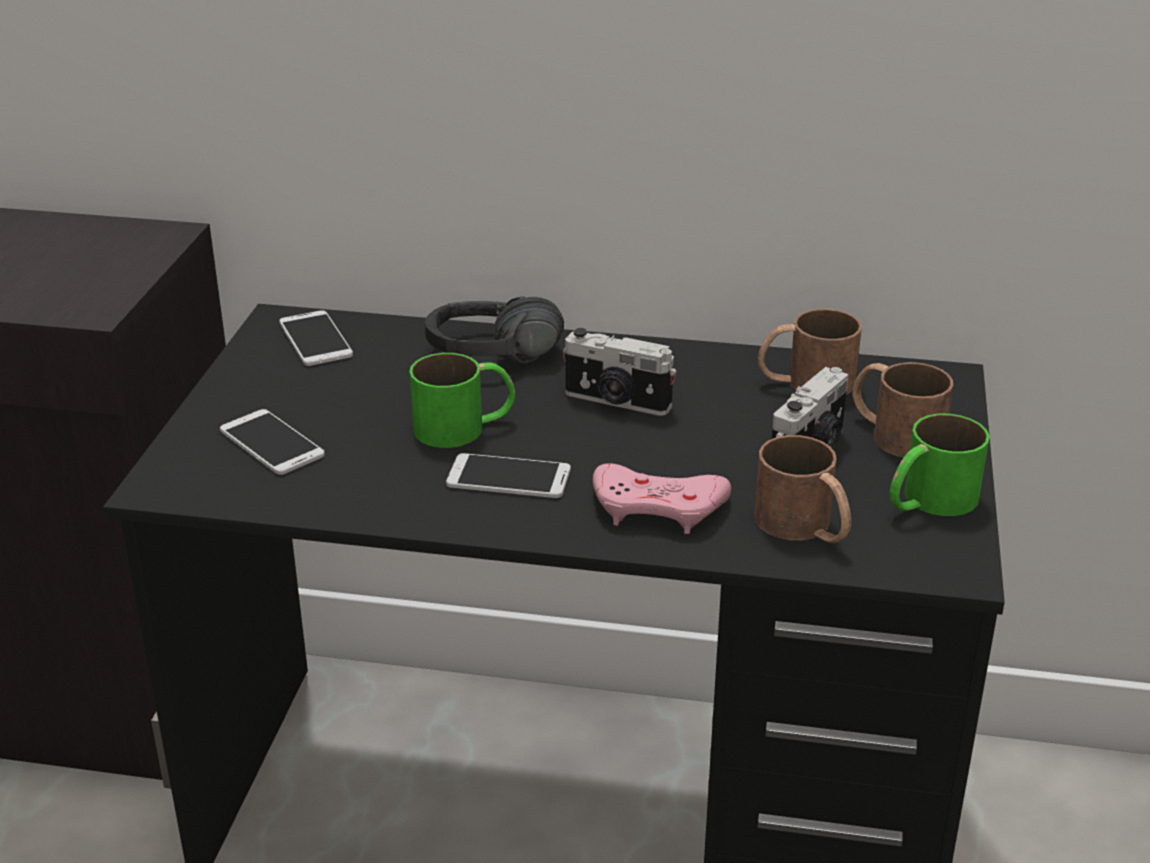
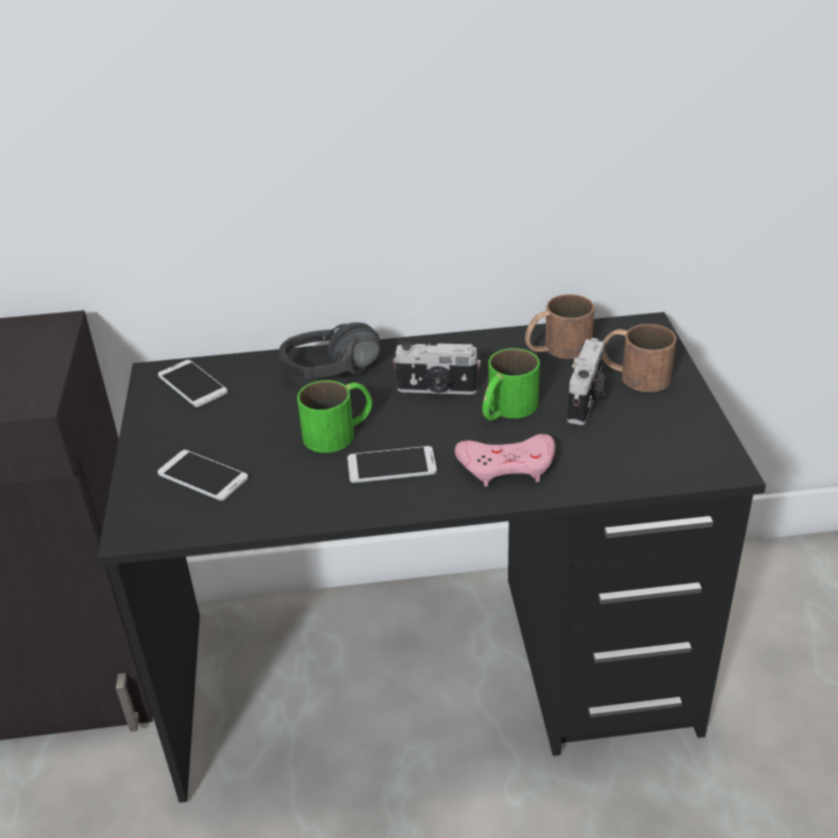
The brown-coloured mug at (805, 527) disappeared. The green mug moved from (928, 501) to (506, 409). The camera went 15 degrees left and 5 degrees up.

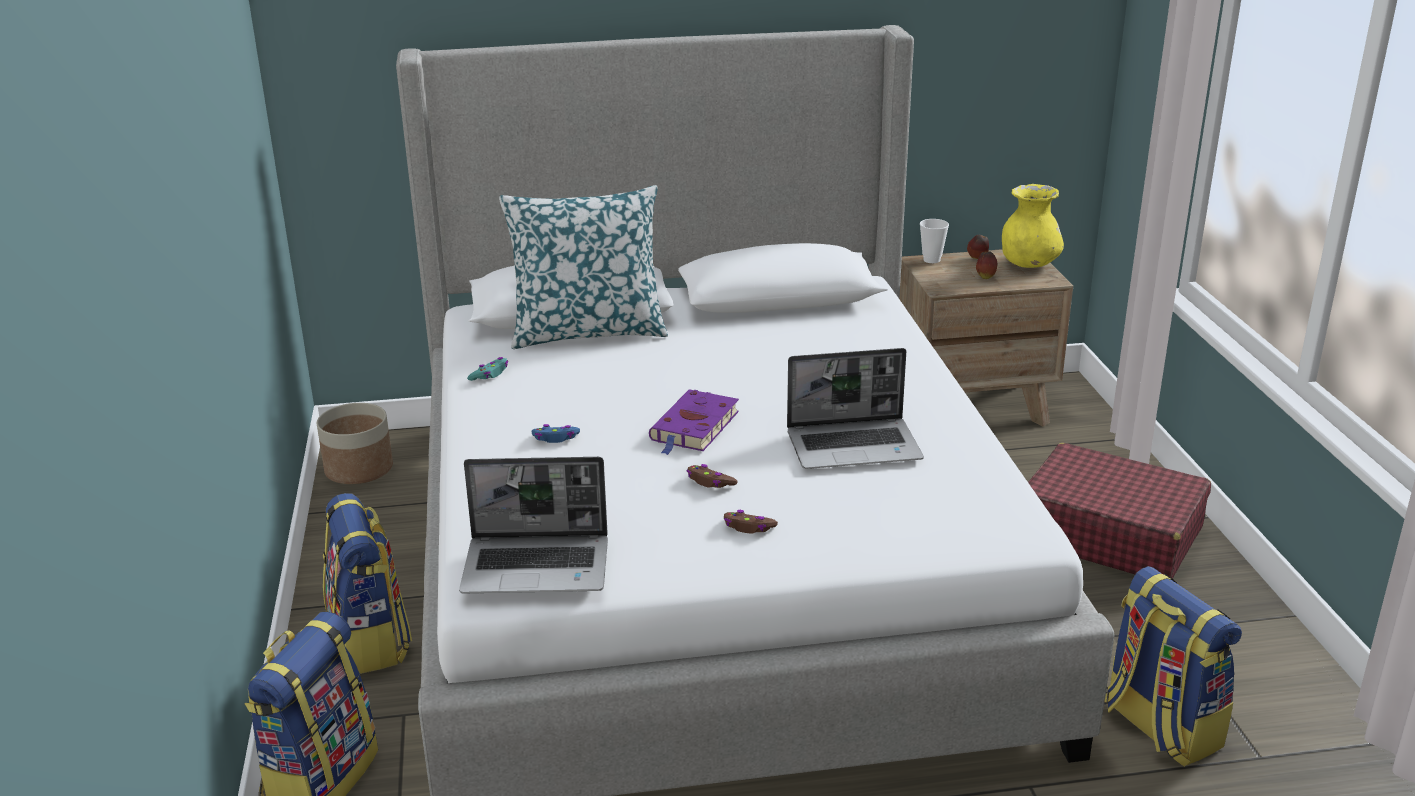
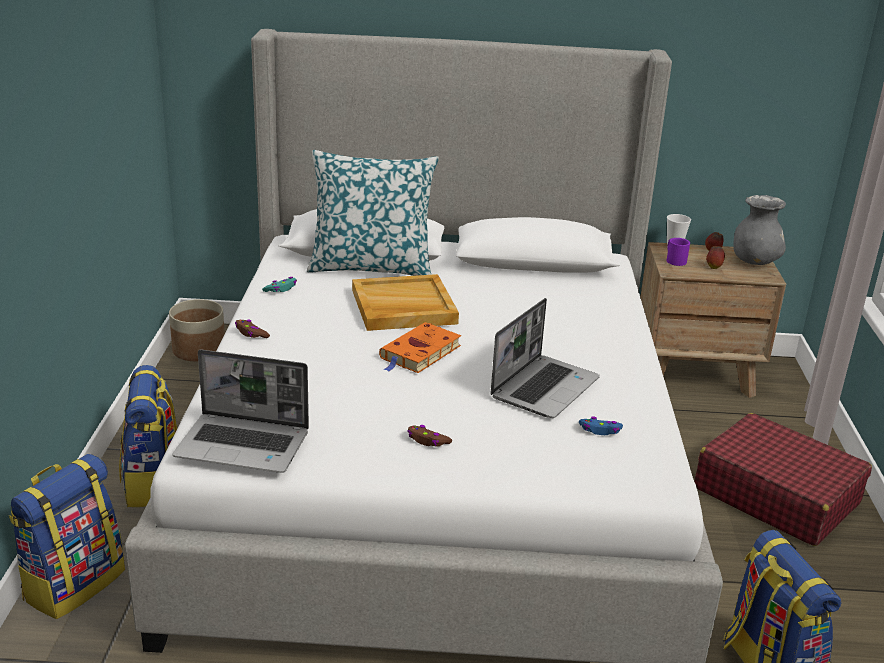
The beige tray at (403, 307) appeared. The purple mug at (674, 259) appeared. The blue-coloured gamepad moved from (556, 438) to (600, 430). The brown-coloured gamepad moved from (710, 482) to (251, 333). The purple bound book at (694, 428) became the orange-coloured bound book at (419, 353). The yellow-coloured vase at (1028, 264) became the gray vase at (754, 262). The portable computer at (855, 446) turned 60 degrees counterclockwise. The camera went 10 degrees right and 0 degrees up.

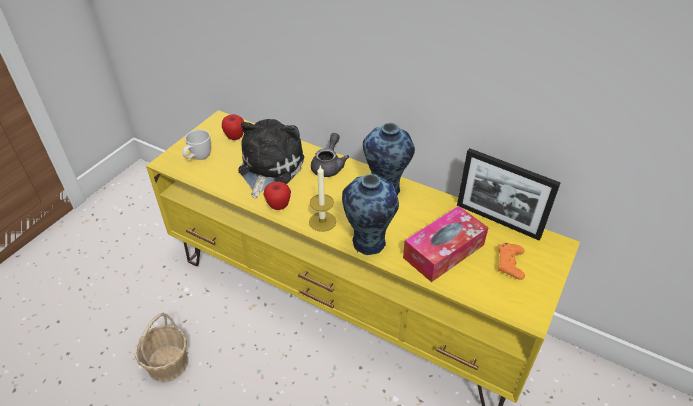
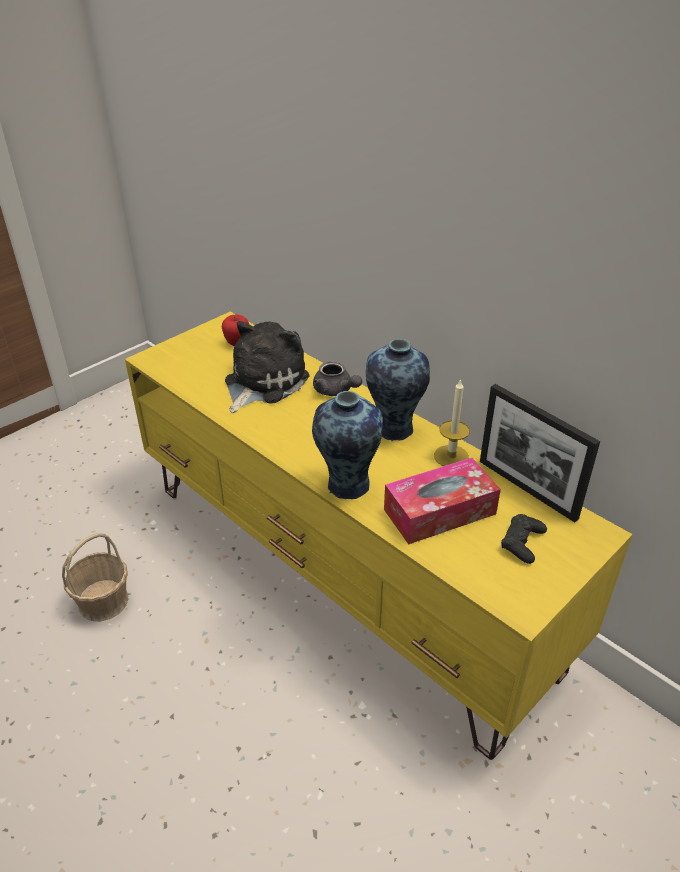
The white mug at (198, 158) disappeared. The apple at (278, 206) disappeared. The candle moved from (322, 221) to (451, 456). The orange-coloured gamepad at (510, 264) became the blackish gamepad at (522, 543). The gray tea pot at (329, 166) turned 105 degrees clockwise. The camera went 15 degrees right and 5 degrees down.

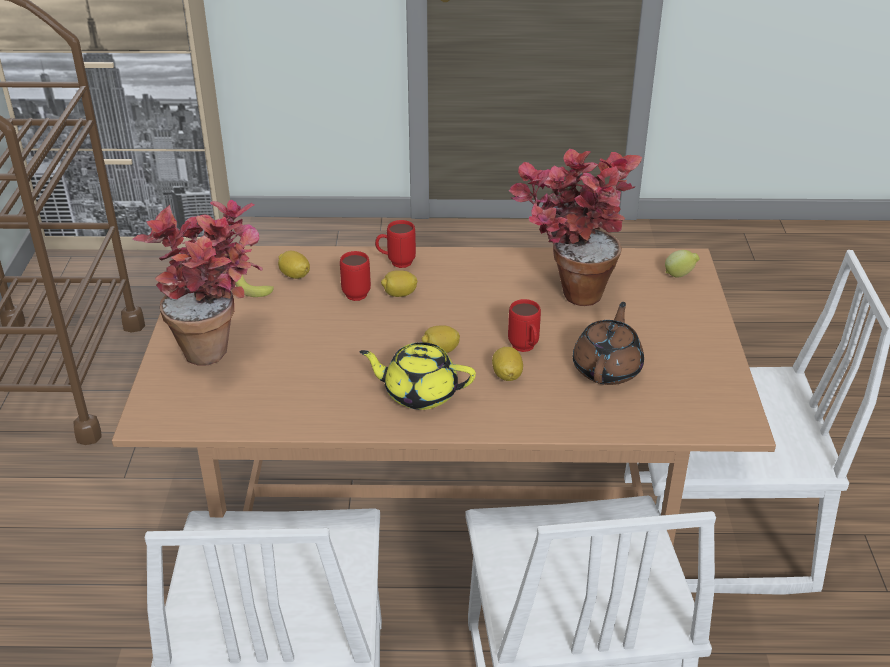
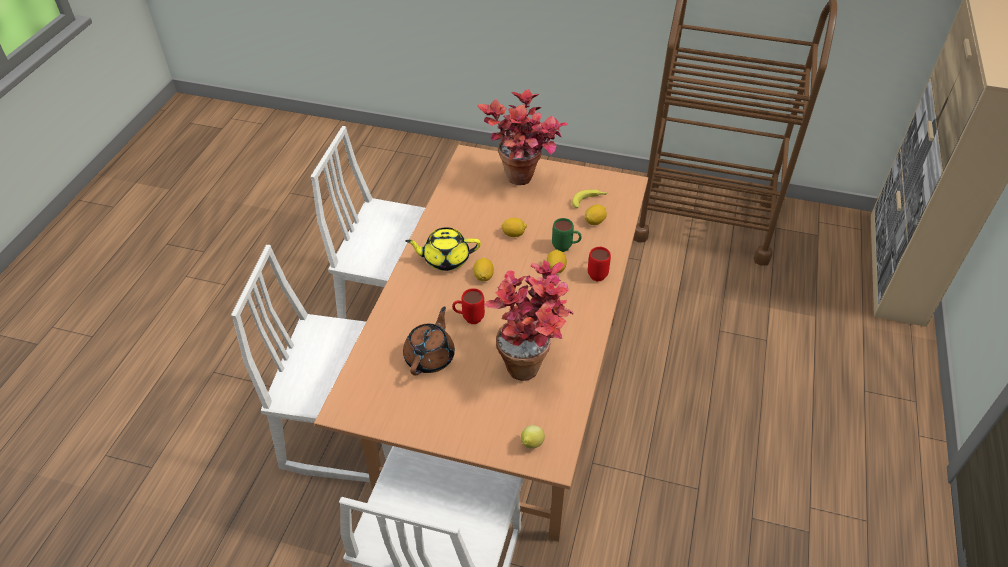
The whole lemon moved from (507, 375) to (514, 234). The red mug at (357, 292) became the green mug at (566, 248). The yellow-coloured tea pot at (419, 393) turned 120 degrees counterclockwise. The brown-coloured tea pot at (607, 368) turned 105 degrees counterclockwise. The camera went 105 degrees right and 10 degrees up.

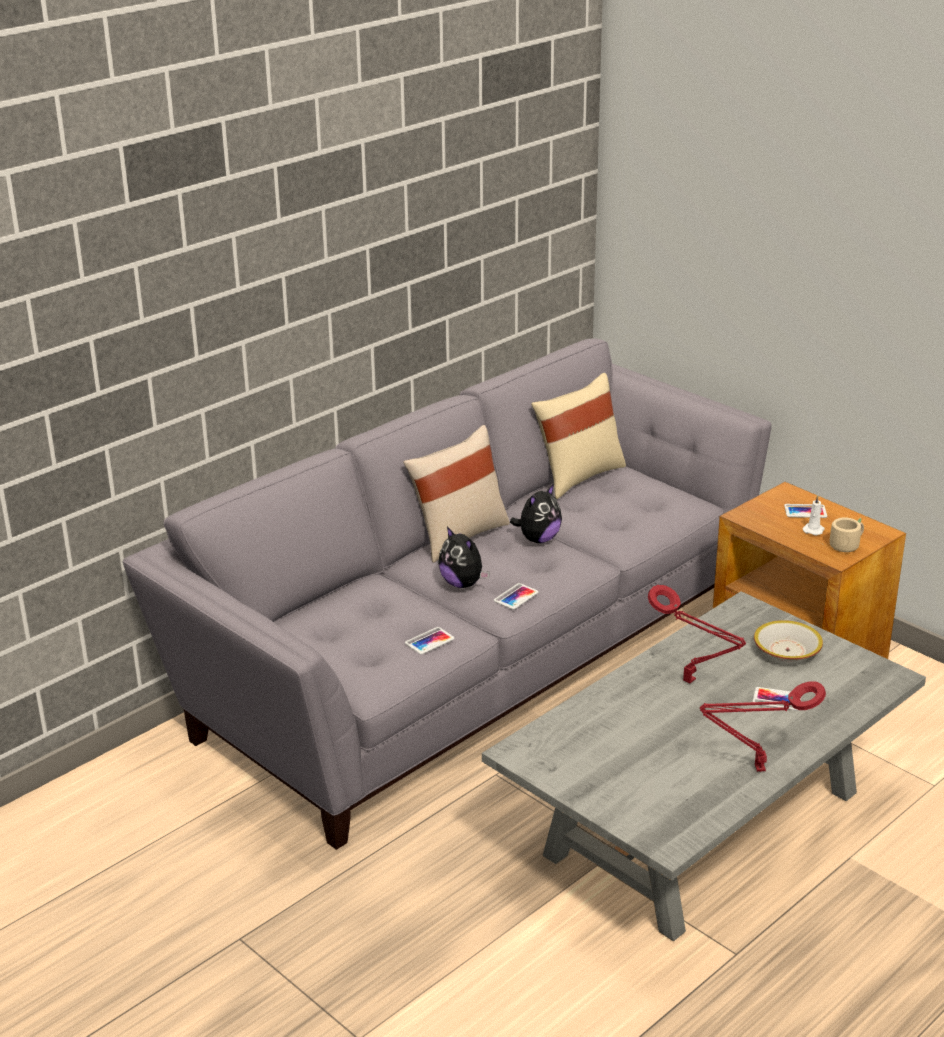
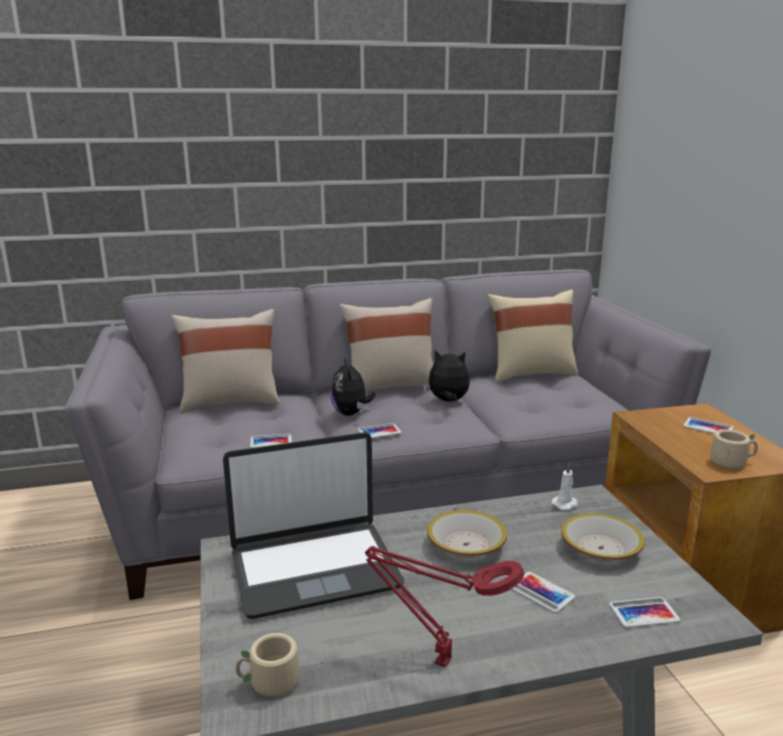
The beige pillow at (230, 401) appeared. The portable computer at (314, 568) appeared. The beige mug at (269, 684) appeared. The phone at (644, 613) appeared. The white candle moved from (814, 530) to (565, 504). The red table lamp at (692, 682) was replaced by the serving bowl at (466, 545). The soft toy at (538, 539) turned 150 degrees counterclockwise. The camera went 30 degrees right and 10 degrees down.

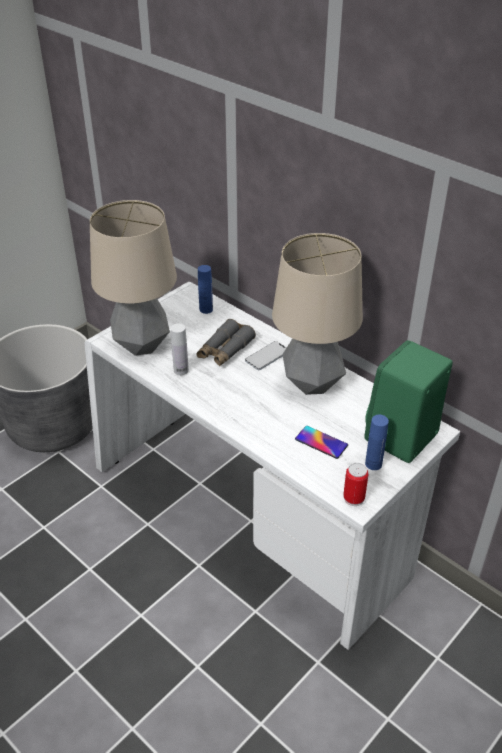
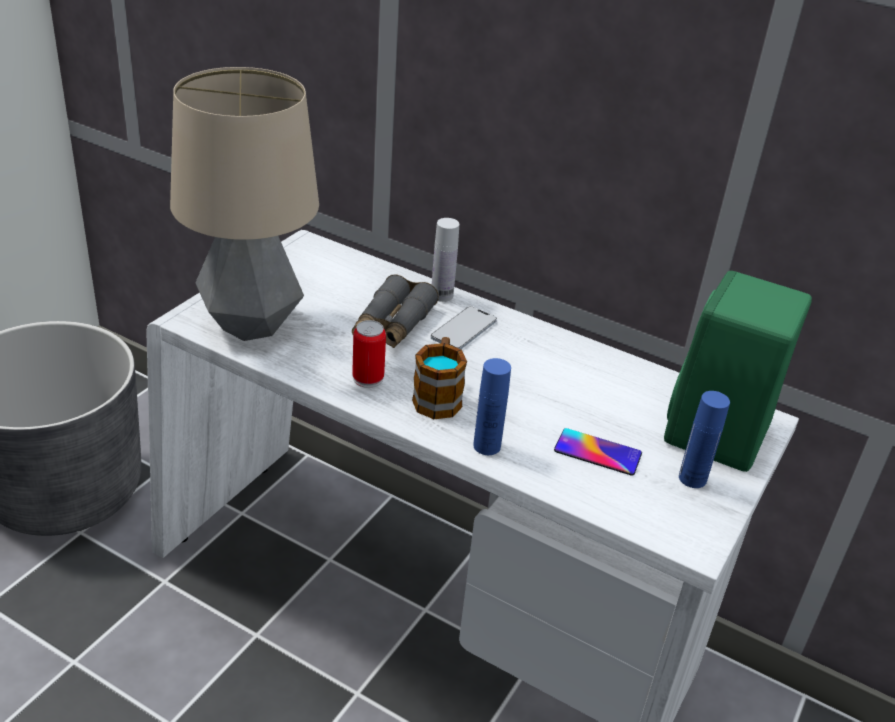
The table lamp at (312, 384) disappeared. The mug at (438, 396) appeared. The white beverage bottle moved from (181, 370) to (442, 295). The blue-coloured beverage bottle moved from (206, 309) to (487, 446). The metal can moved from (353, 498) to (368, 378). The camera went 15 degrees left and 5 degrees down.

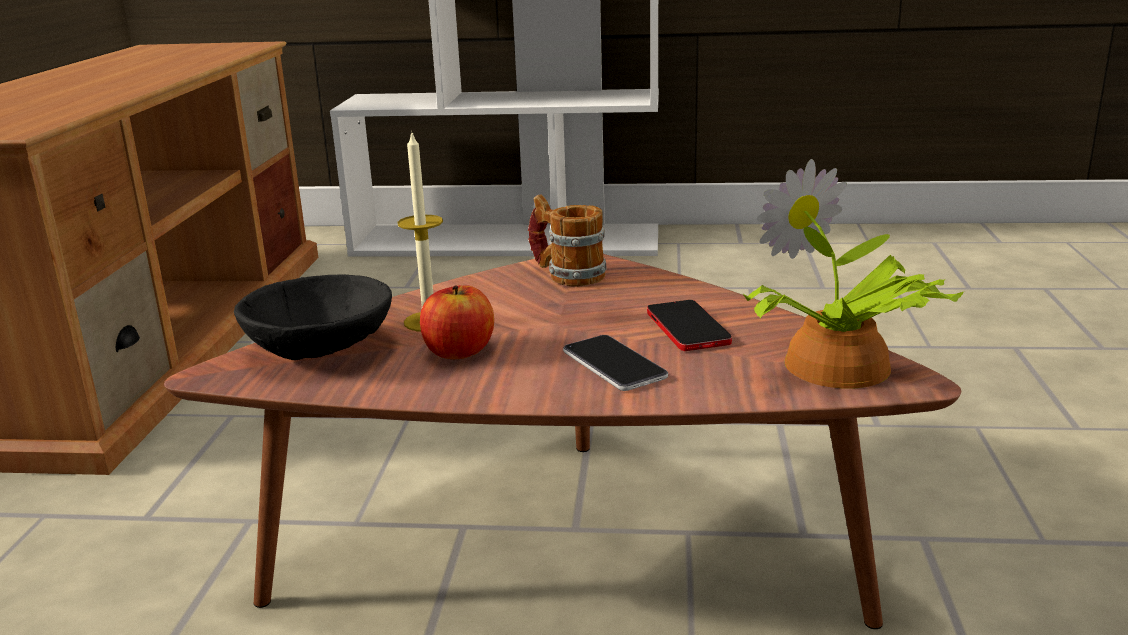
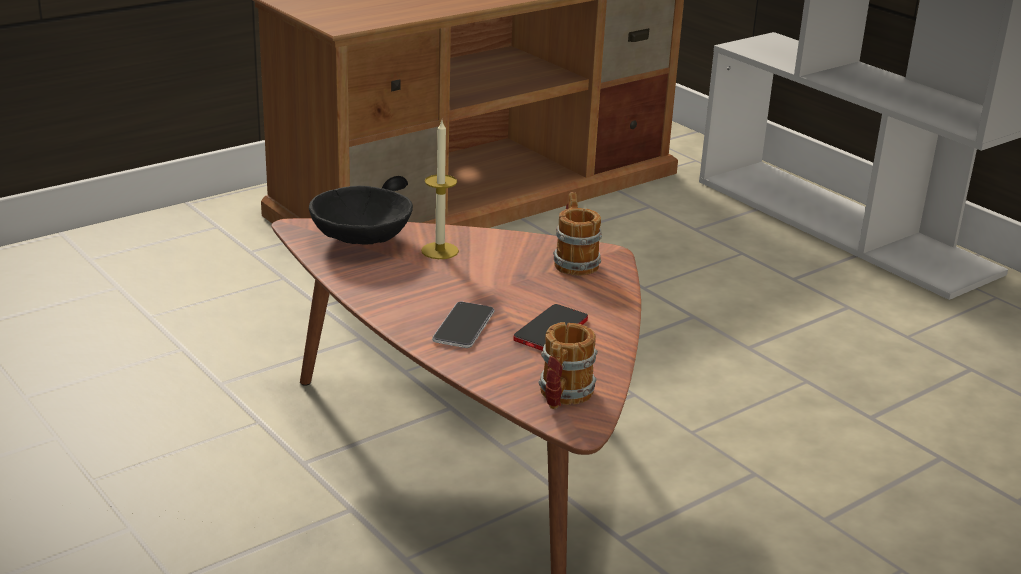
The apple at (459, 351) disappeared. The plant in a pot at (837, 368) was replaced by the mug at (562, 397). The camera went 45 degrees right and 5 degrees up.

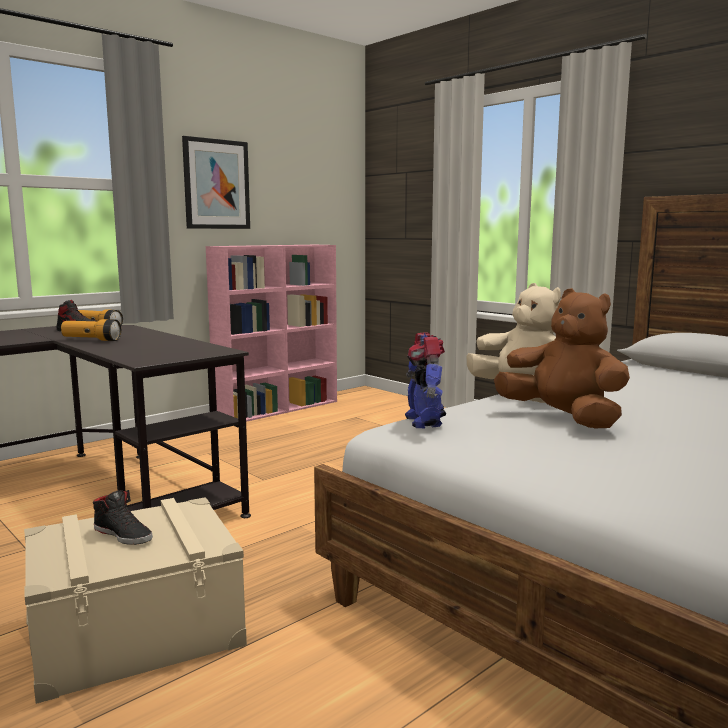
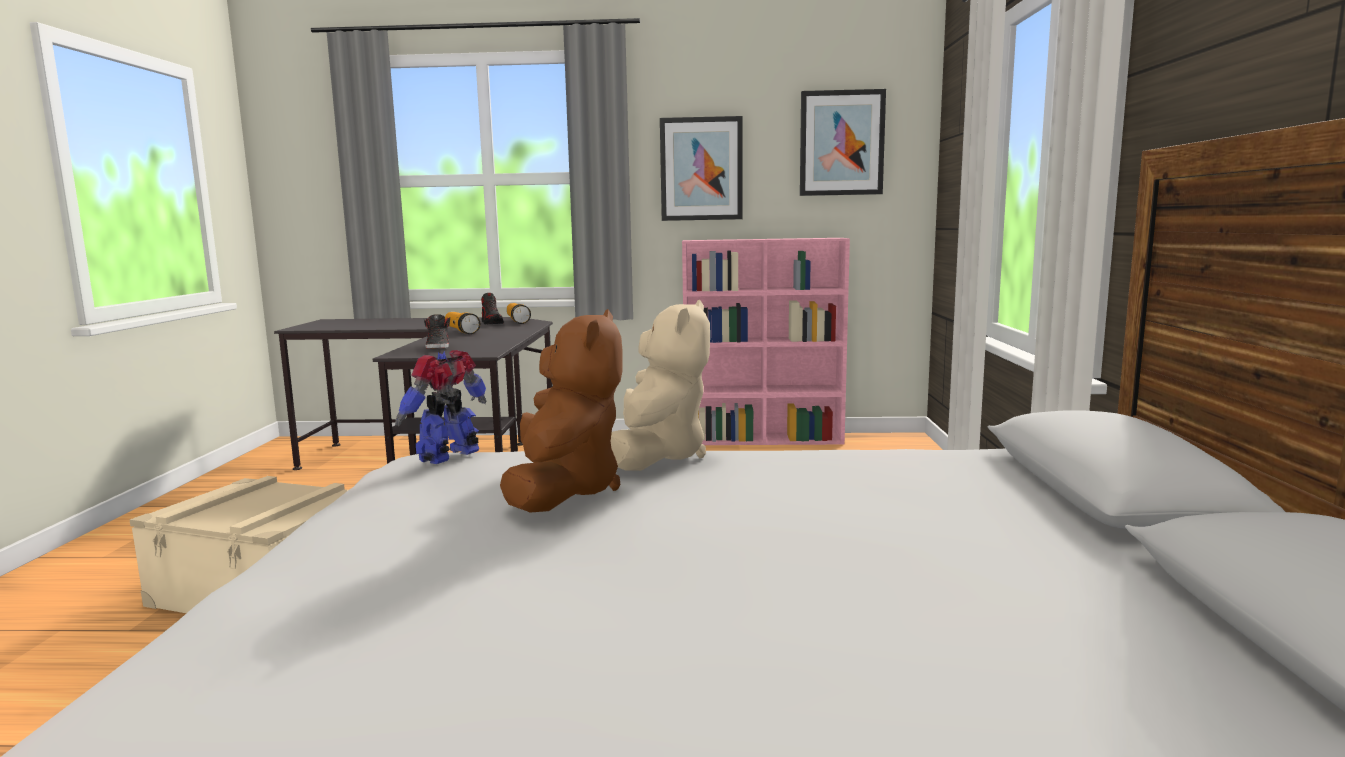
The wall picture at (841, 143) appeared. The blackish low shoe moved from (124, 534) to (438, 347). The camera went 45 degrees right and 0 degrees up.

